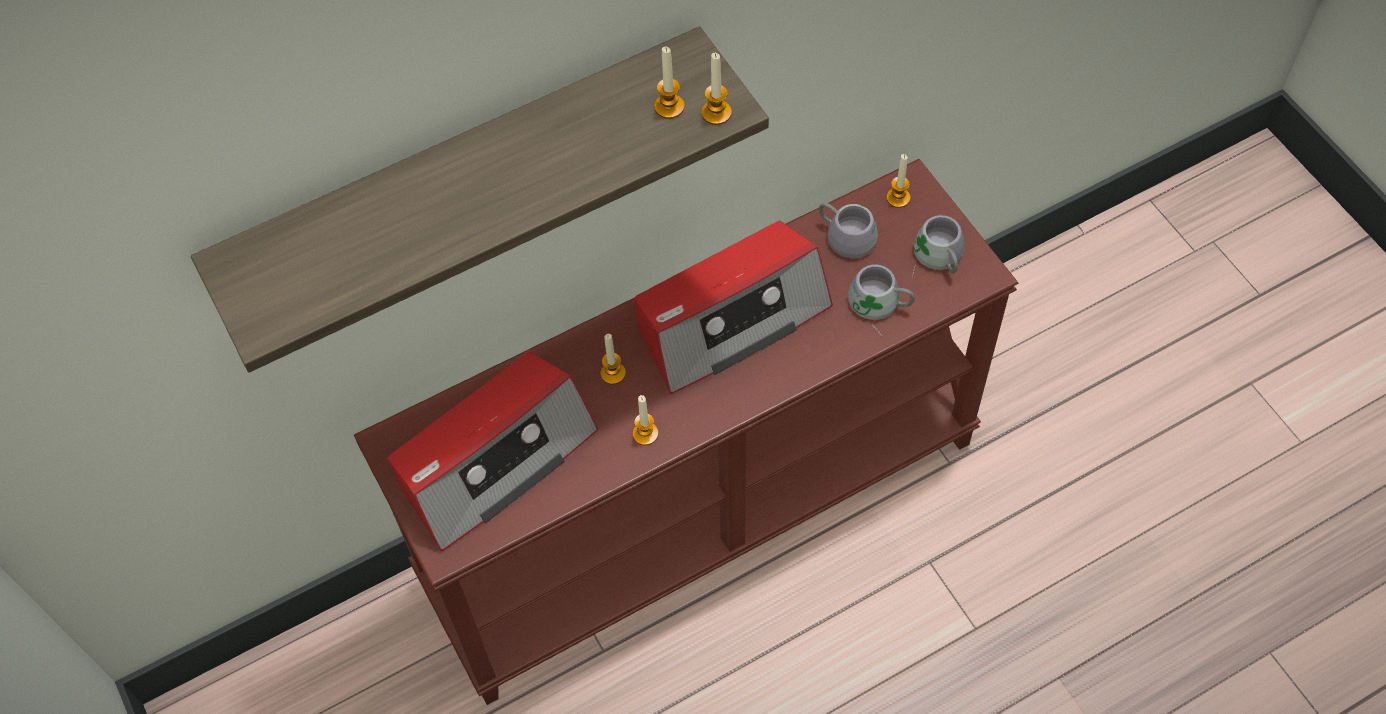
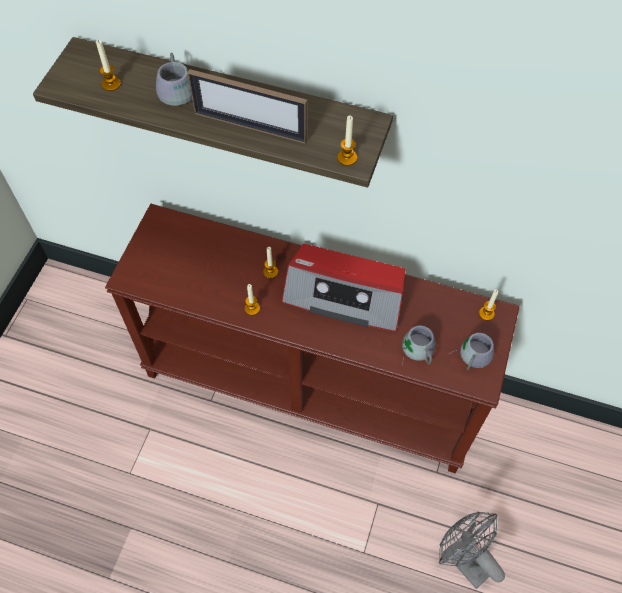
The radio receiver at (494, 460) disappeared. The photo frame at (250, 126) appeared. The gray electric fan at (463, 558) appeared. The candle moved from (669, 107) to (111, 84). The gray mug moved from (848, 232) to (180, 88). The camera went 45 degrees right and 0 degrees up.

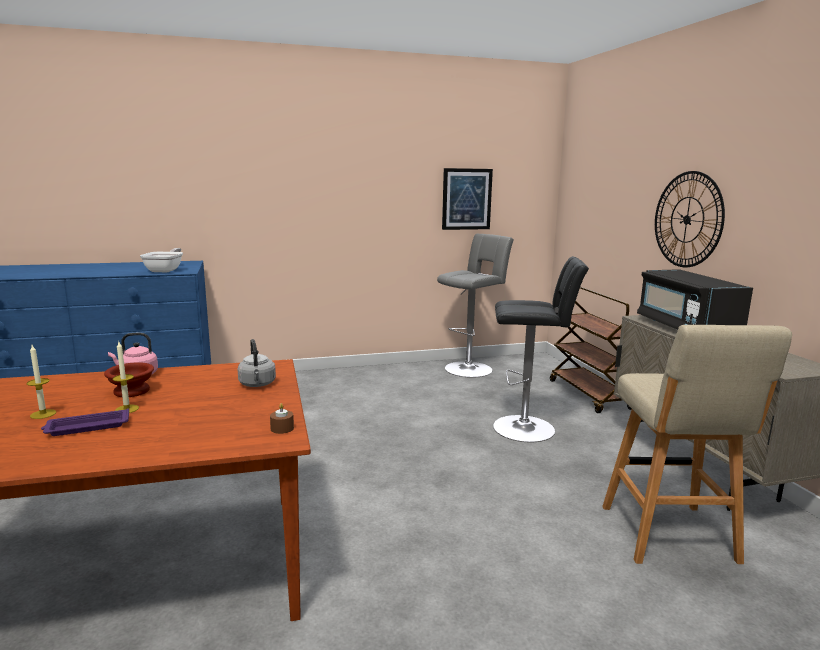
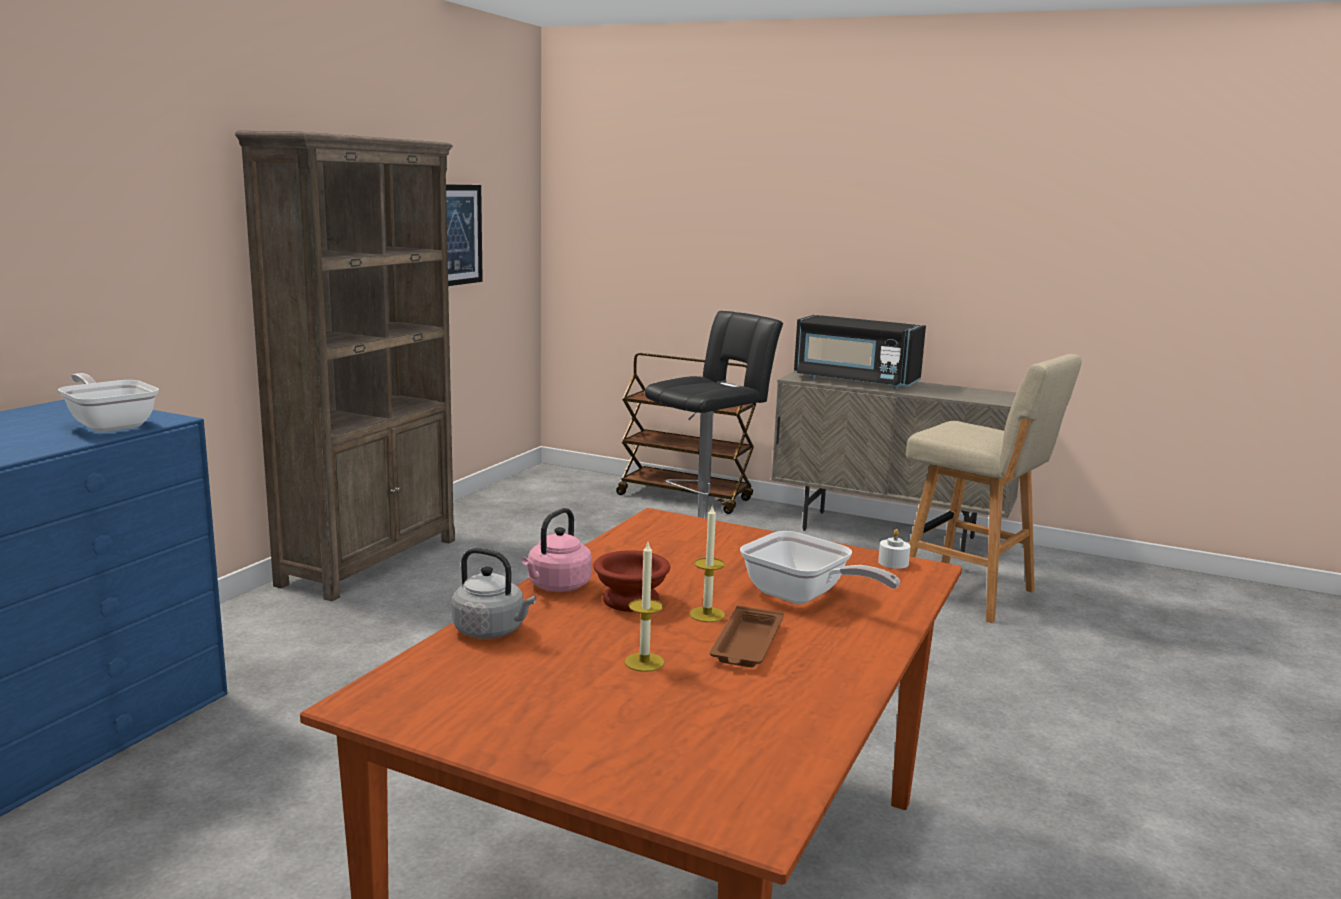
The gray stool seat at (470, 368) disappeared. The clock on the wall at (687, 219) disappeared. The brown-coloured shelving unit at (371, 561) appeared. The pan at (803, 597) appeared. The gray tea kettle moved from (257, 384) to (492, 631). The purple tray at (86, 427) became the brown-coloured tray at (746, 645). The brown-coloured candle at (282, 428) became the white candle at (893, 563). The camera went 50 degrees left and 0 degrees up.

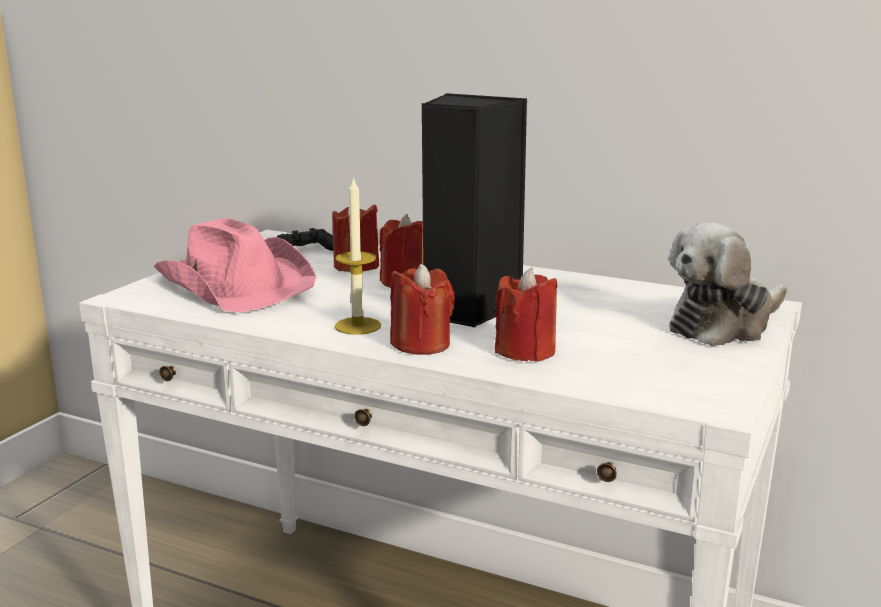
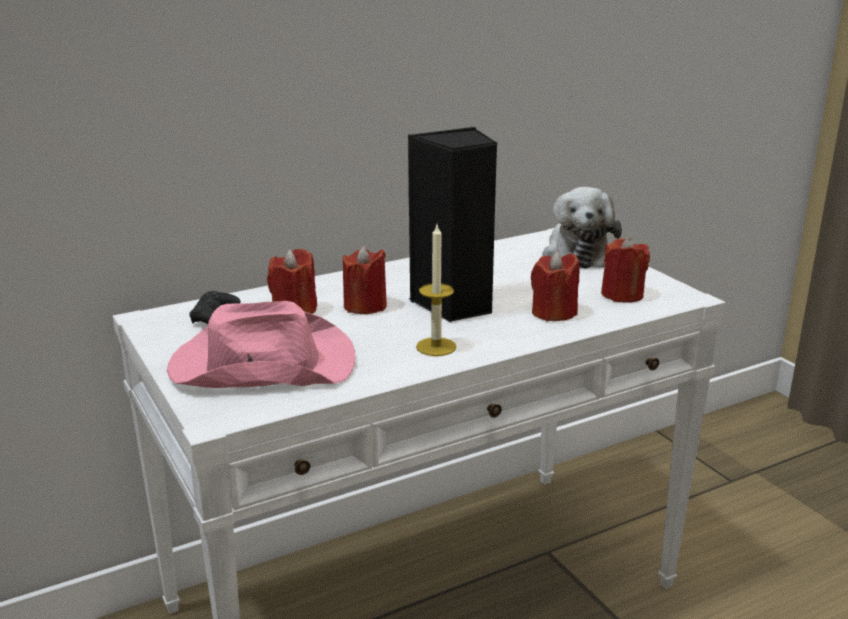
The red candle moved from (421, 344) to (622, 295). The camera went 55 degrees left and 5 degrees up.

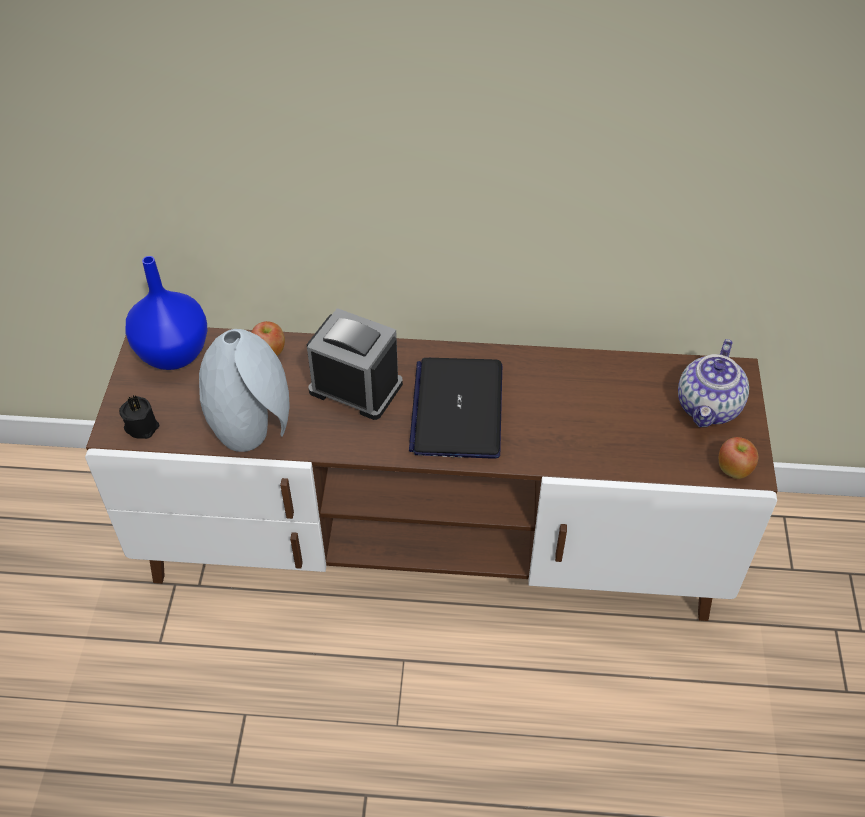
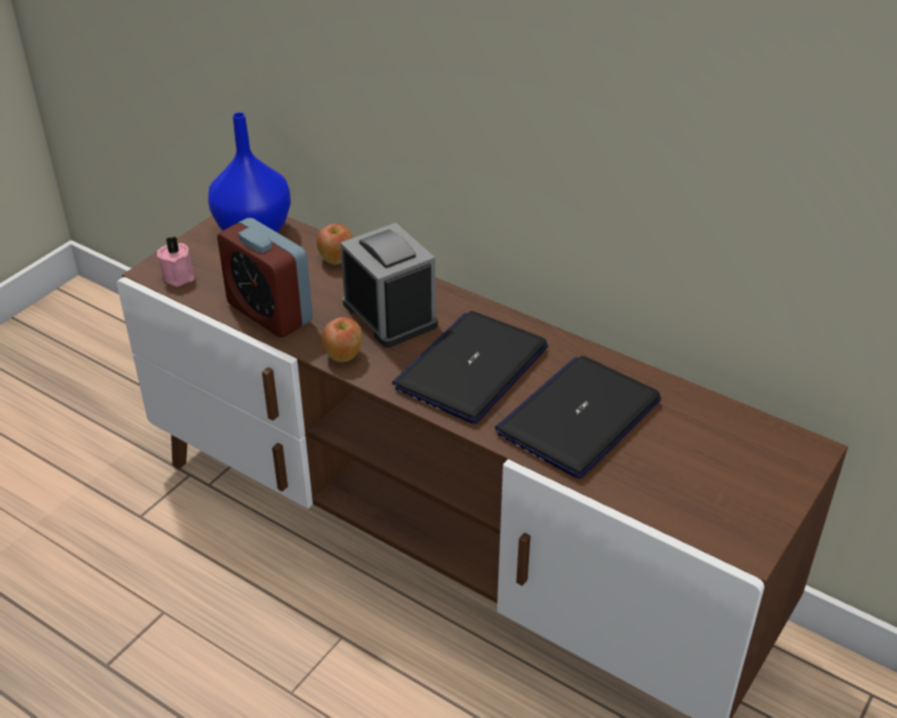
The tea pot at (709, 407) disappeared. The portable computer at (579, 417) appeared. The apple moved from (733, 469) to (344, 355). The gray vase at (253, 428) was replaced by the table clock at (269, 312). The blackish candle at (142, 425) became the pink-coloured candle at (179, 275). The camera went 30 degrees right and 10 degrees down.

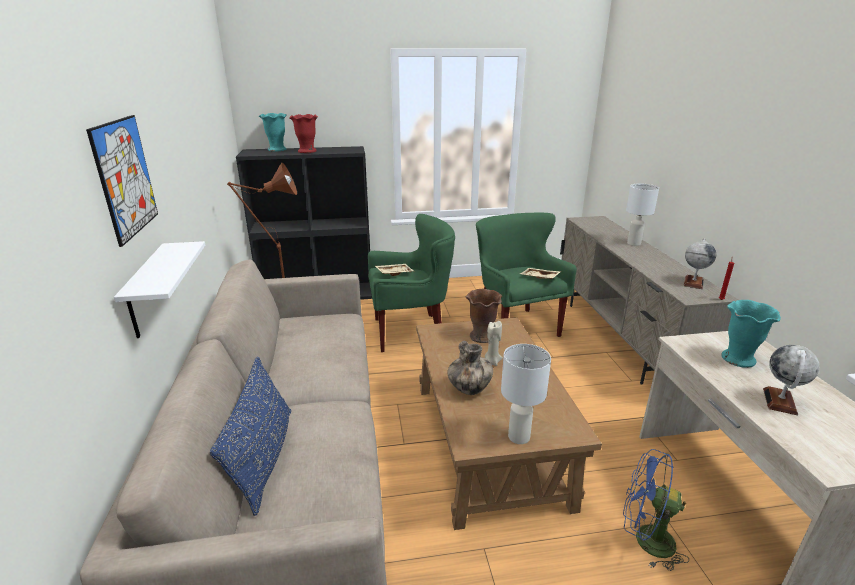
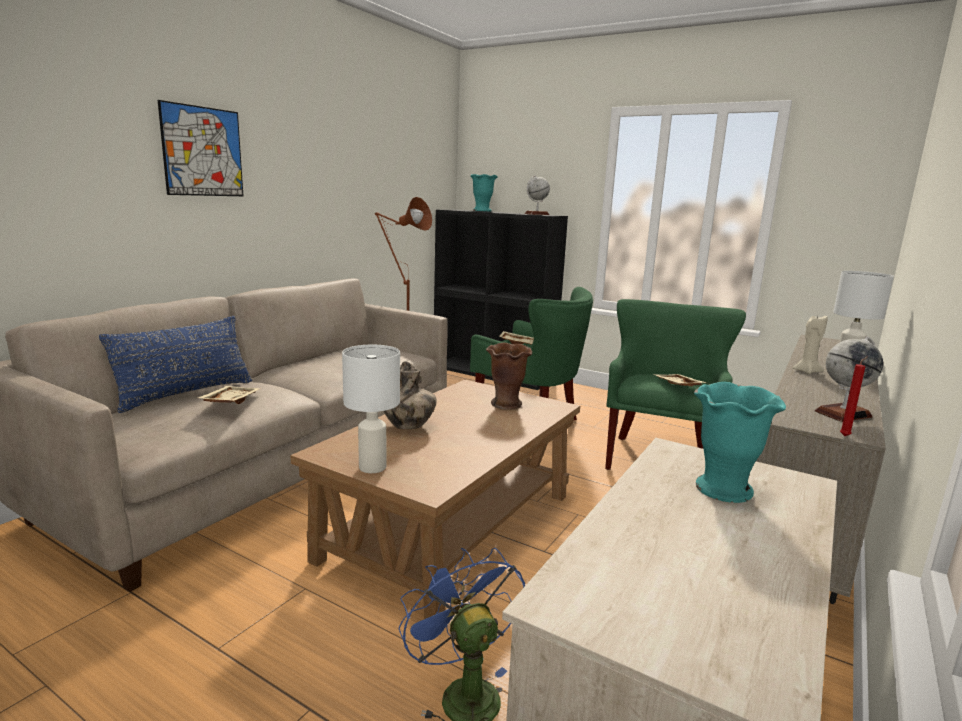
The white wall shelf at (147, 291) disappeared. The red vase at (307, 151) disappeared. The beige tray at (229, 402) appeared. The beige candle moved from (492, 362) to (806, 371). The desk globe moved from (780, 401) to (536, 214). The camera went 40 degrees right and 10 degrees down.

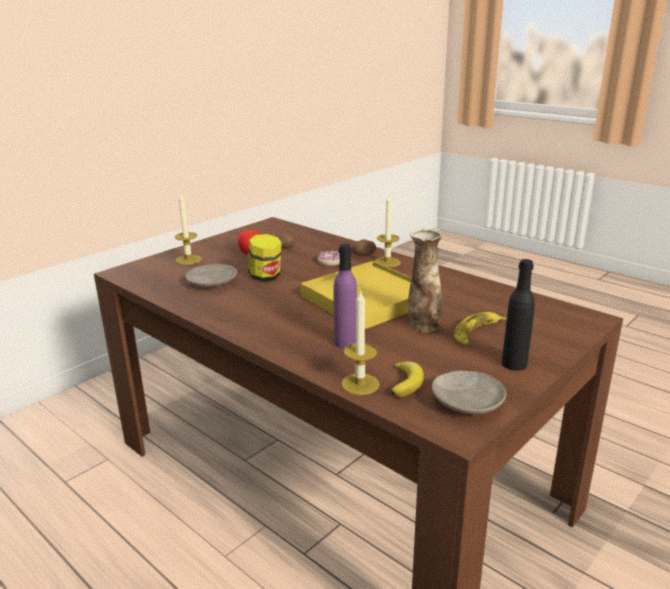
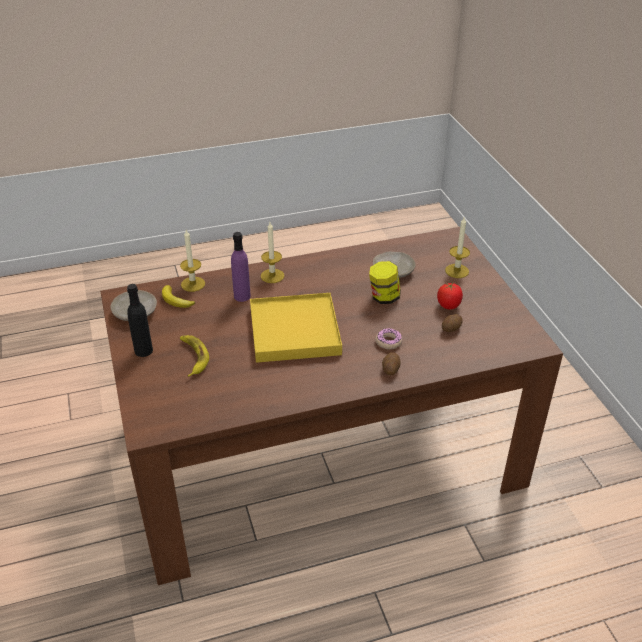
The vase at (423, 325) disappeared. The candle moved from (387, 262) to (272, 276). The camera went 120 degrees right and 15 degrees up.

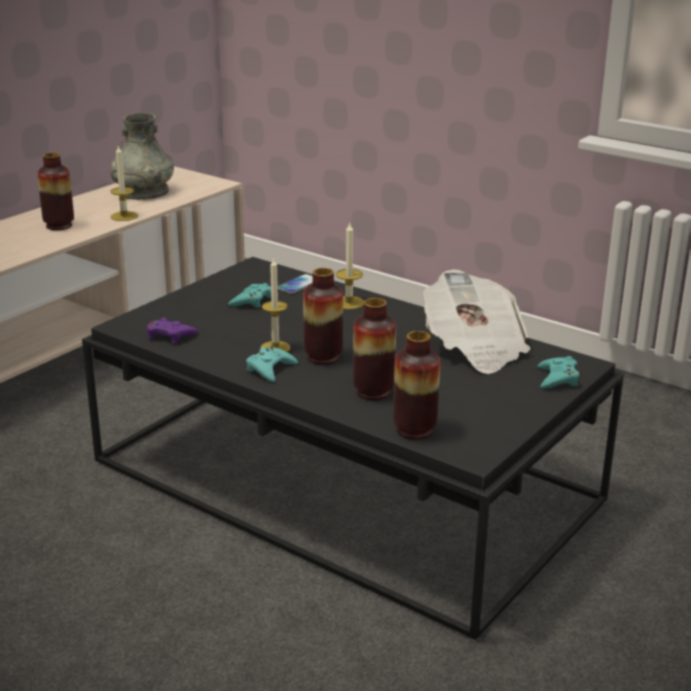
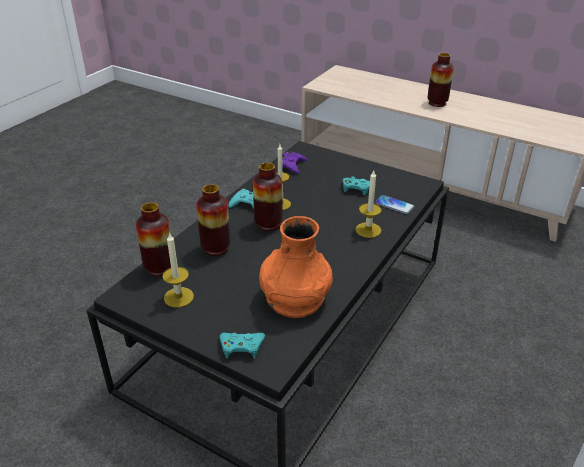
The gray vase at (143, 191) disappeared. The candle moved from (124, 216) to (178, 297). The daily paper at (474, 348) was replaced by the orange-coloured vase at (295, 297). The camera went 85 degrees right and 10 degrees up.

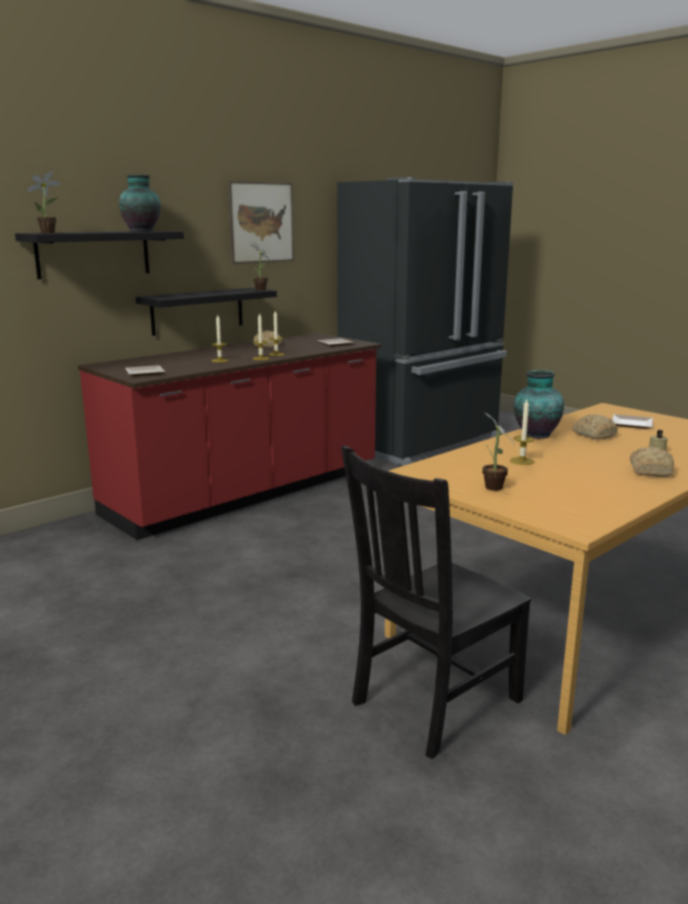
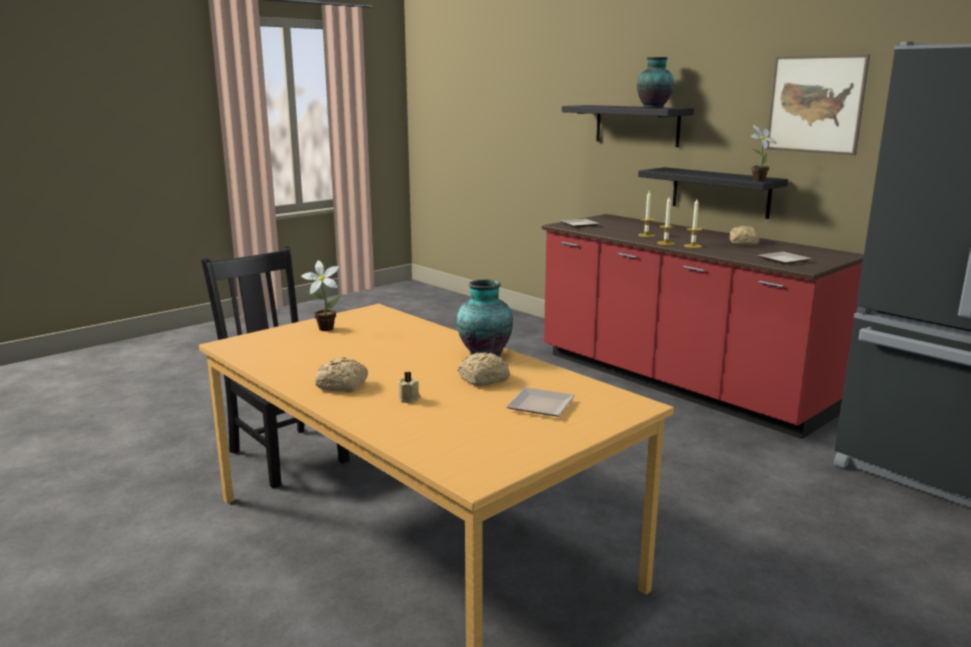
The plant in a pot at (50, 232) disappeared. The candle at (522, 461) disappeared. The camera went 90 degrees right and 0 degrees up.

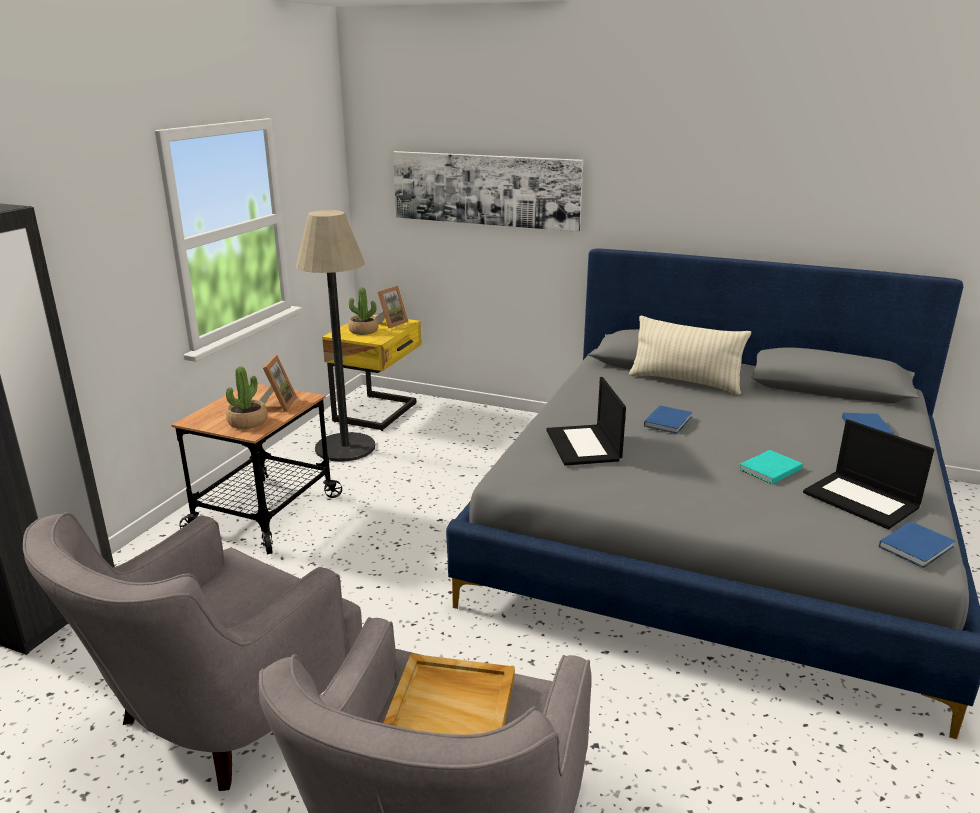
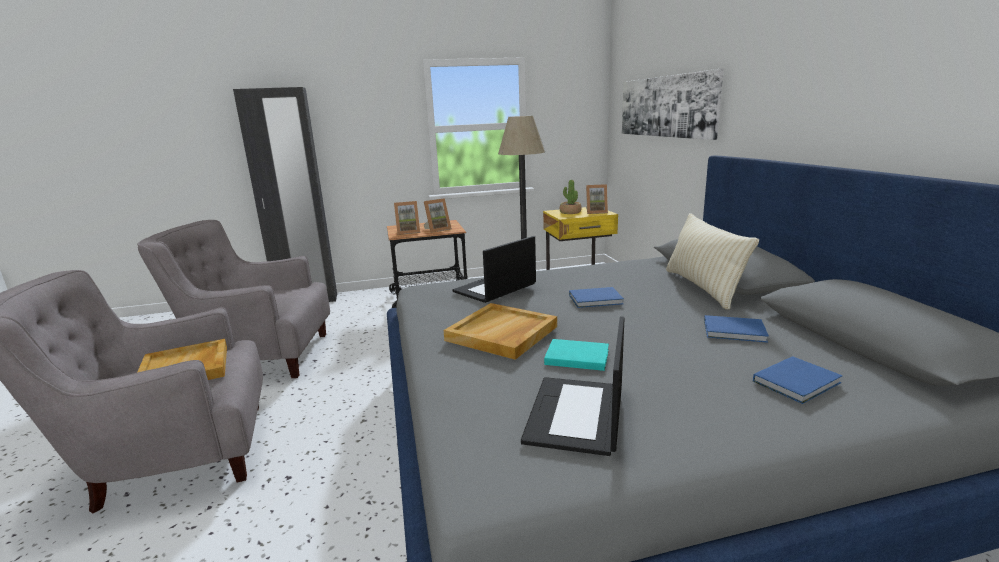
The beige tray at (502, 334) appeared. The blue-coloured bound book moved from (918, 546) to (736, 331). The plant in a pot at (247, 422) was replaced by the photo frame at (408, 232). The camera went 55 degrees right and 5 degrees down.

